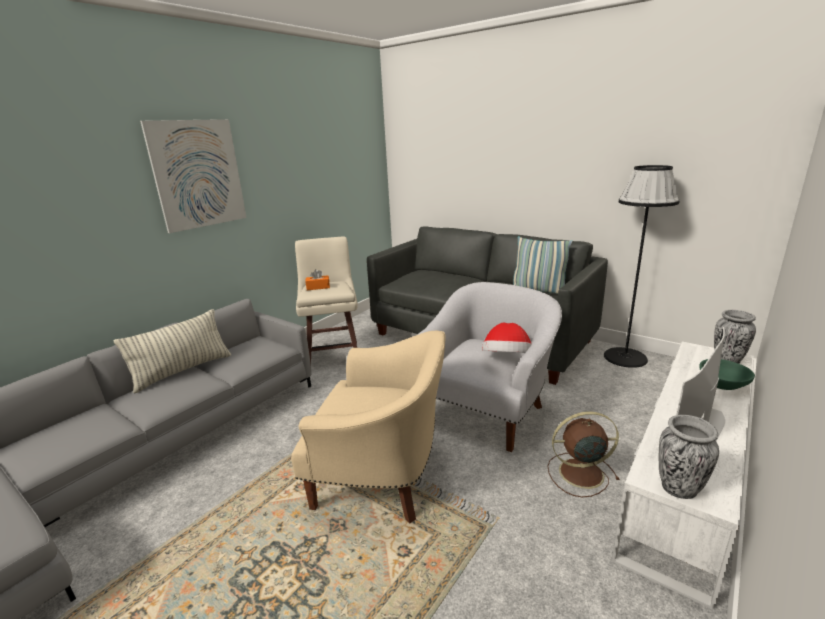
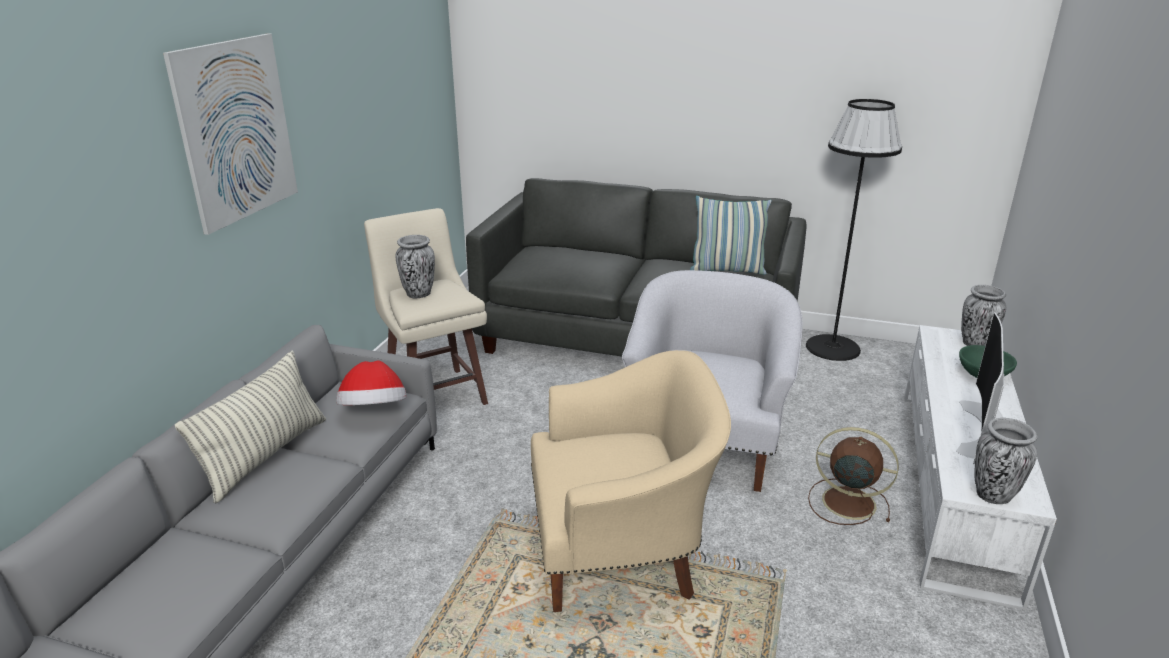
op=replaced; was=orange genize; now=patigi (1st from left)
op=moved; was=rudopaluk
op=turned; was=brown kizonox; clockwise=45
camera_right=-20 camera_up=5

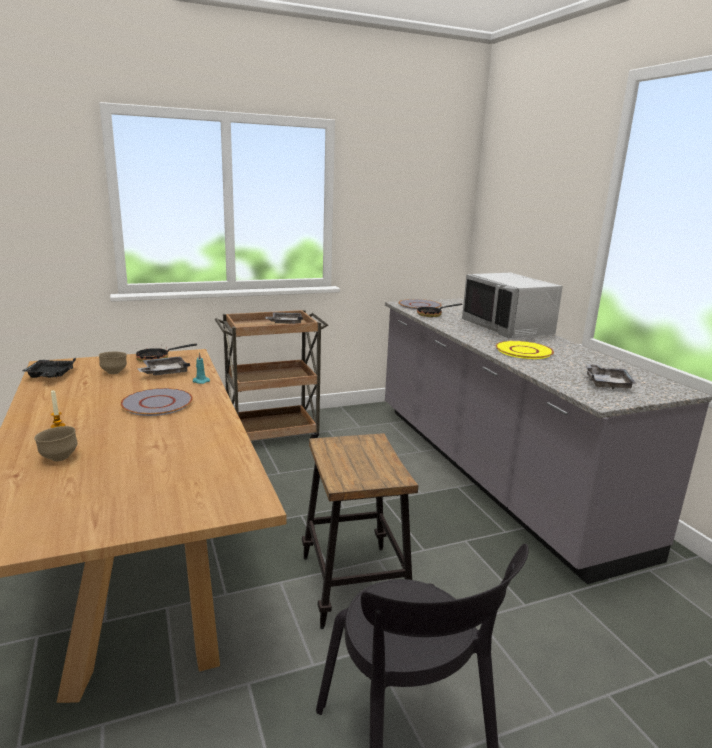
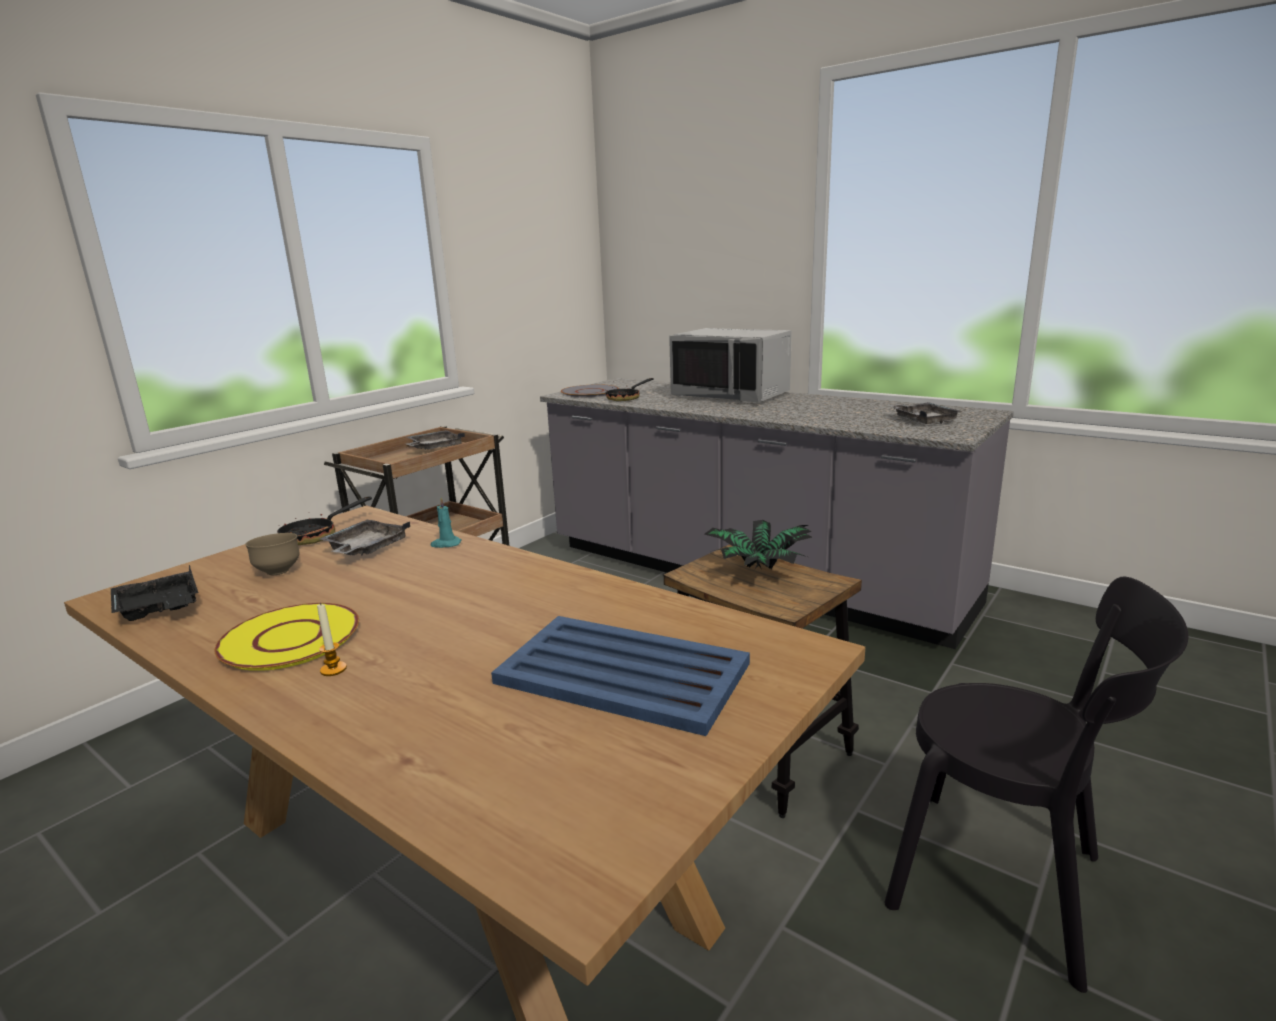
op=moved; was=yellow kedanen
op=removed; was=grey kedanen (1st from left)
op=removed; was=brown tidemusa (1st from left)
op=added; now=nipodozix
op=added; now=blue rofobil
camera_right=-30 camera_up=0

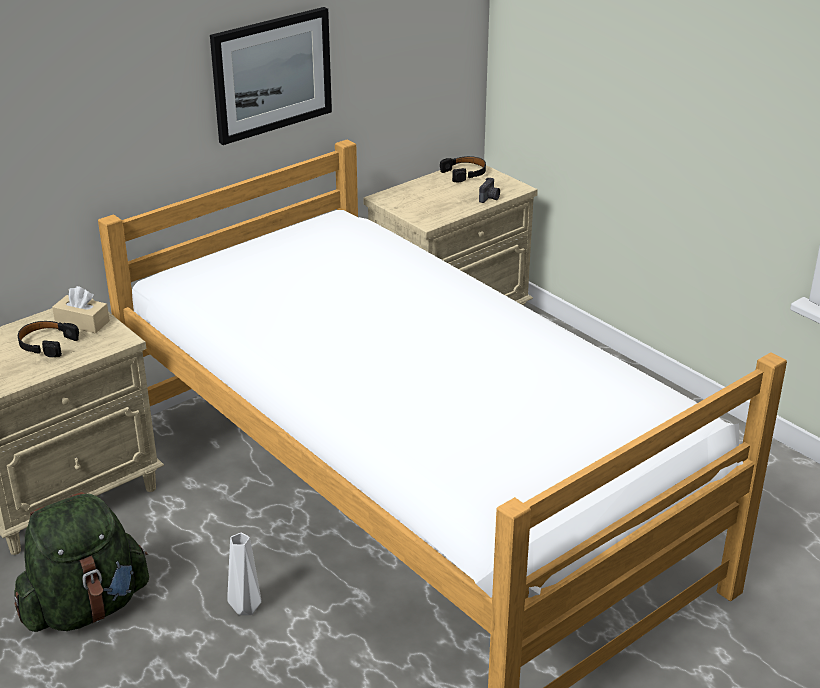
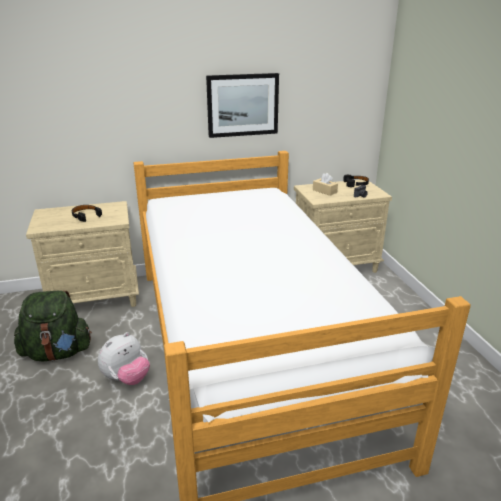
op=moved; was=beige genize
op=replaced; was=white patigi; now=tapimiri
camera_right=25 camera_up=-5

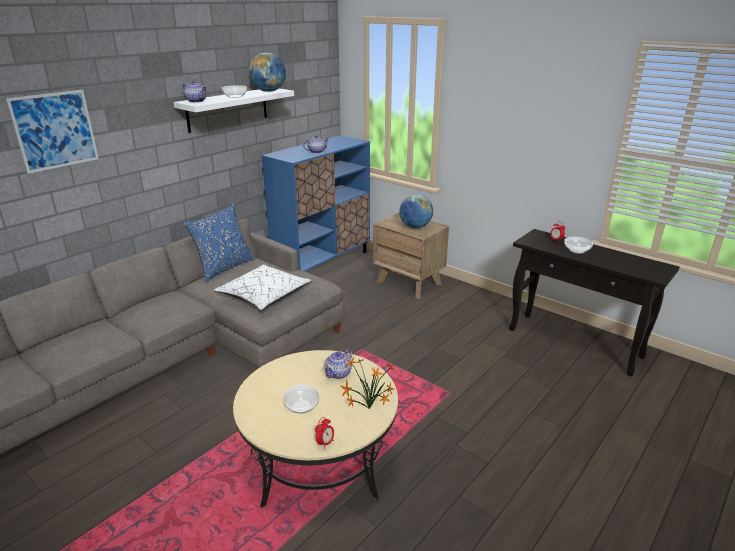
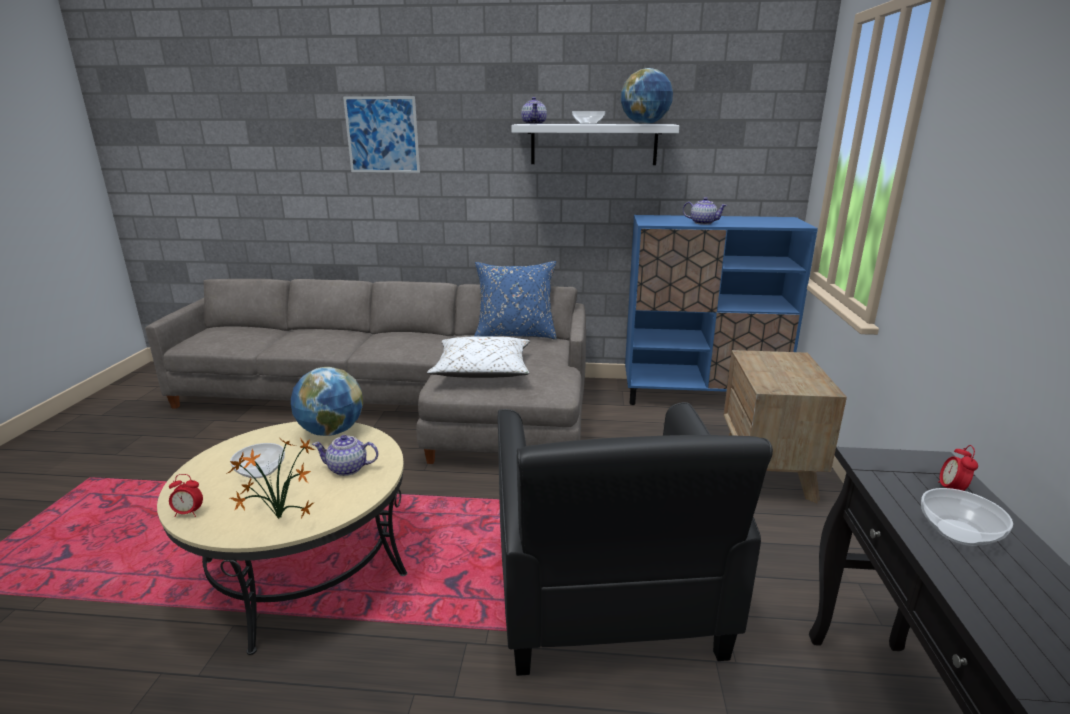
op=moved; was=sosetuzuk (2nd from left in the first image); now=sosetuzuk (1st from left)
op=added; now=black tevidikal
camera_right=55 camera_up=-5

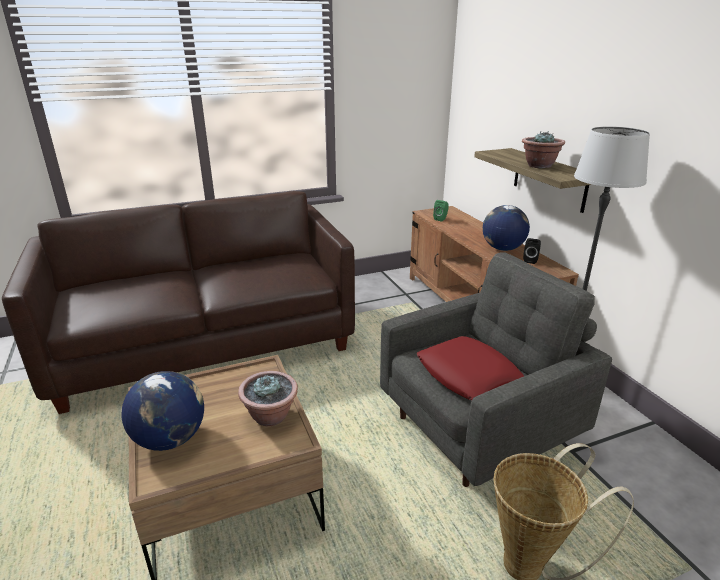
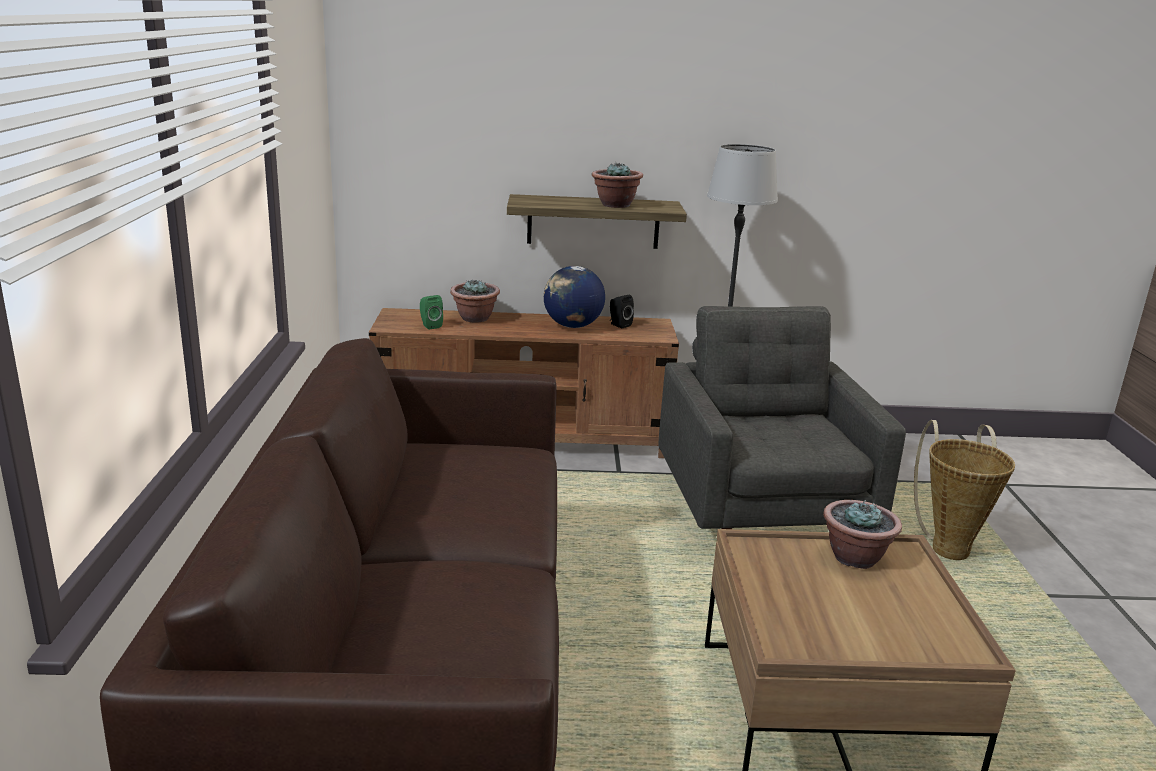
op=removed; was=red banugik
op=removed; was=sosetuzuk (1st from left)
op=added; now=nipodozix (1st from left)
camera_right=-70 camera_up=-5

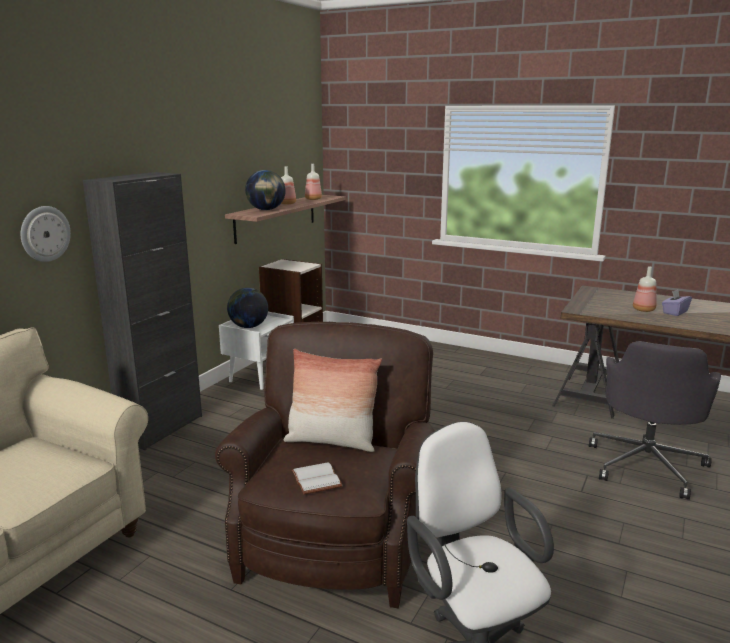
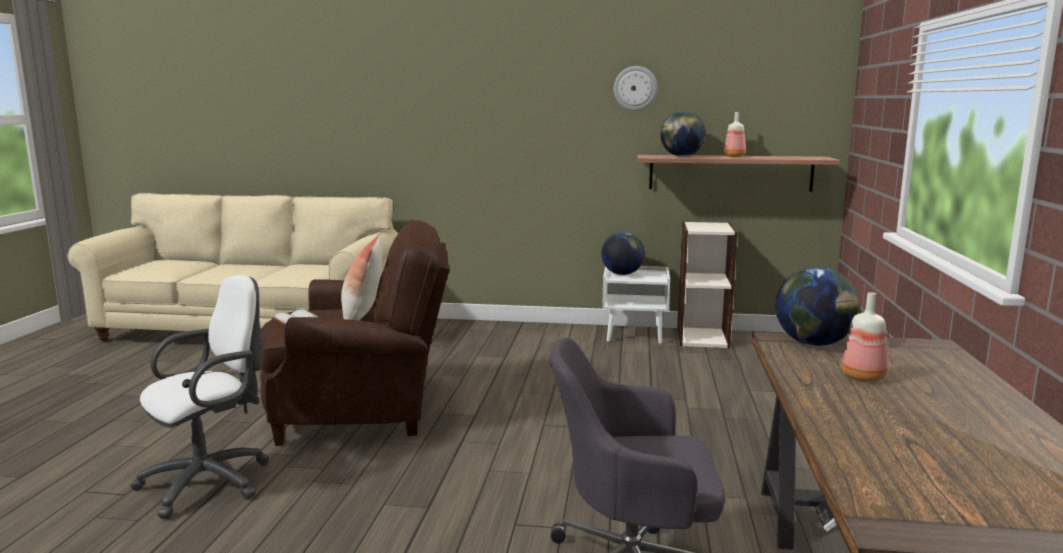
op=removed; was=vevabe (2nd from left)
op=removed; was=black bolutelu
op=moved; was=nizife
op=removed; was=purple genize
op=added; now=sosetuzuk (3rd from left)
camera_right=70 camera_up=-5

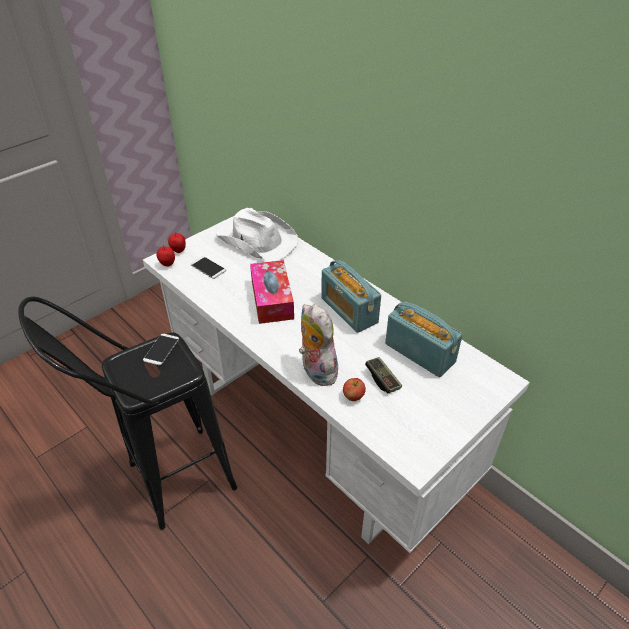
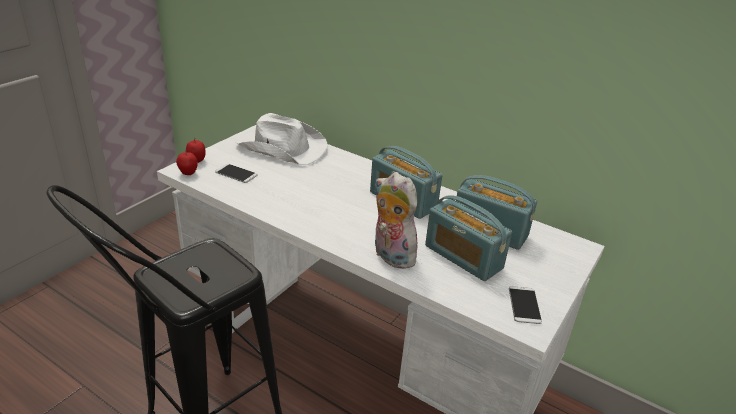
op=removed; was=genize
op=moved; was=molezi (1st from left in the first image); now=molezi (2nd from left)
op=replaced; was=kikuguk; now=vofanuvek (2nd from left)
op=removed; was=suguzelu (3rd from left)
camera_right=-15 camera_up=-10

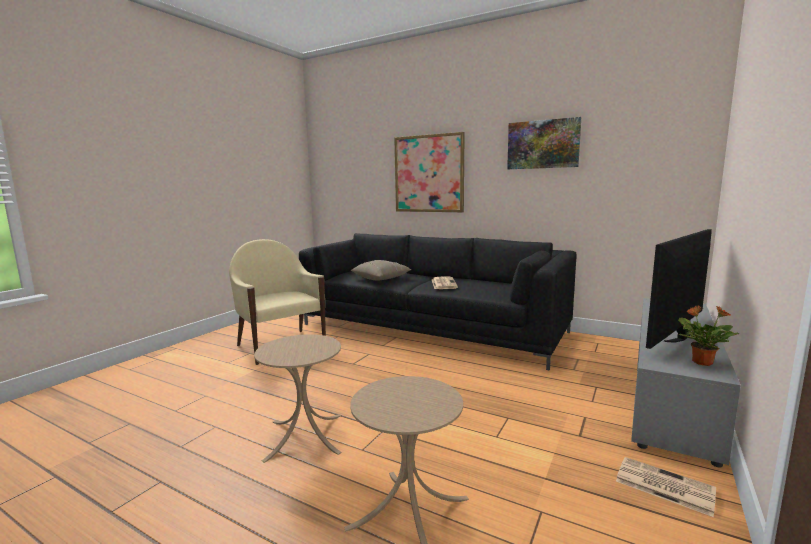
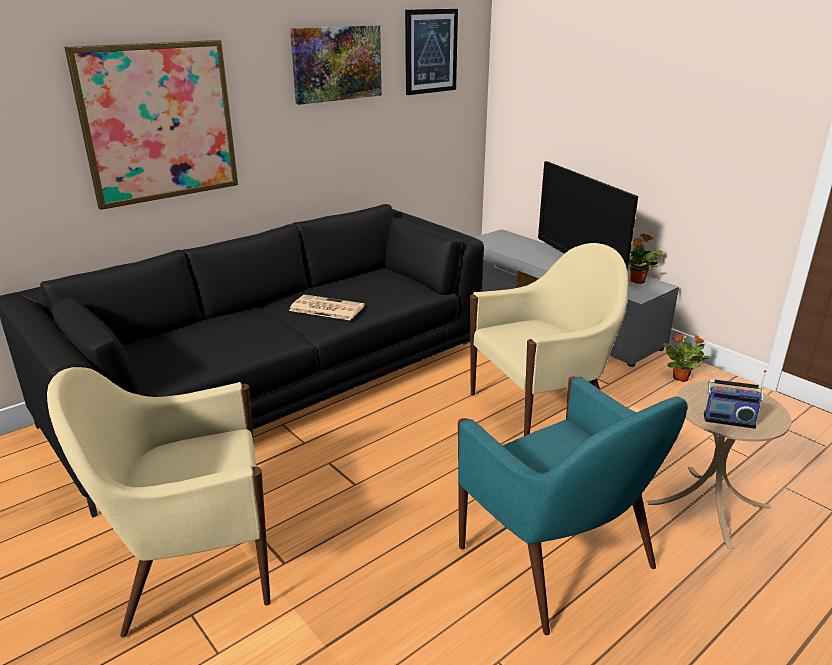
op=removed; was=beige banugik
op=replaced; was=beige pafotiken (1st from left); now=turquoise tevidikal
op=replaced; was=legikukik (2nd from left); now=nipodozix (2nd from left)
op=added; now=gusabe (3rd from left)
op=added; now=beige tevidikal (2nd from left)
op=added; now=vofanuvek
camera_right=-70 camera_up=15

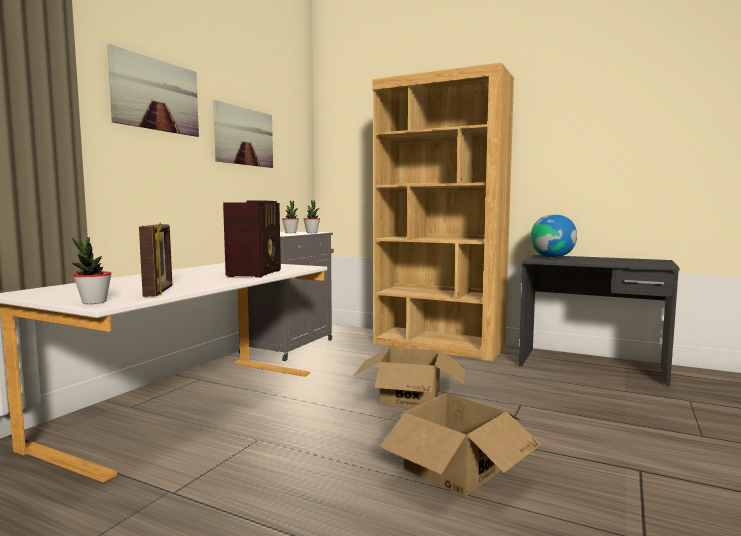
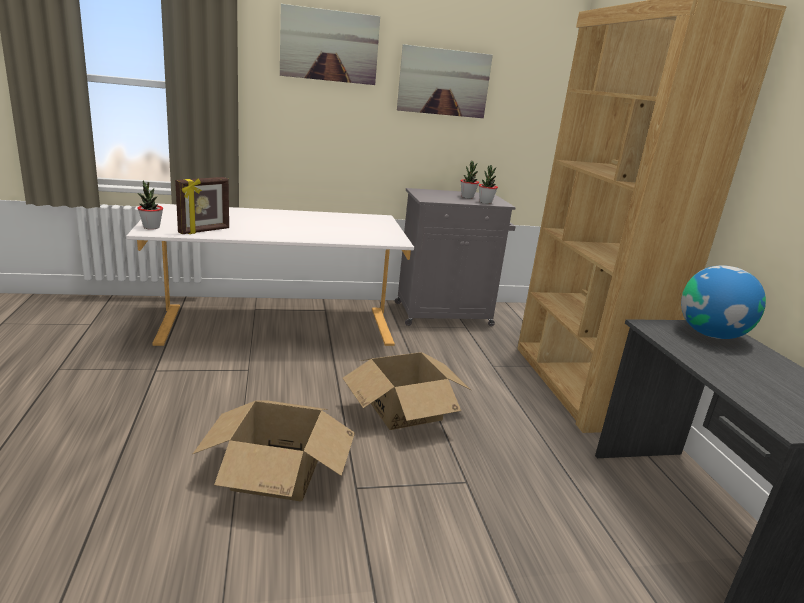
op=removed; was=vofanuvek
camera_right=50 camera_up=15

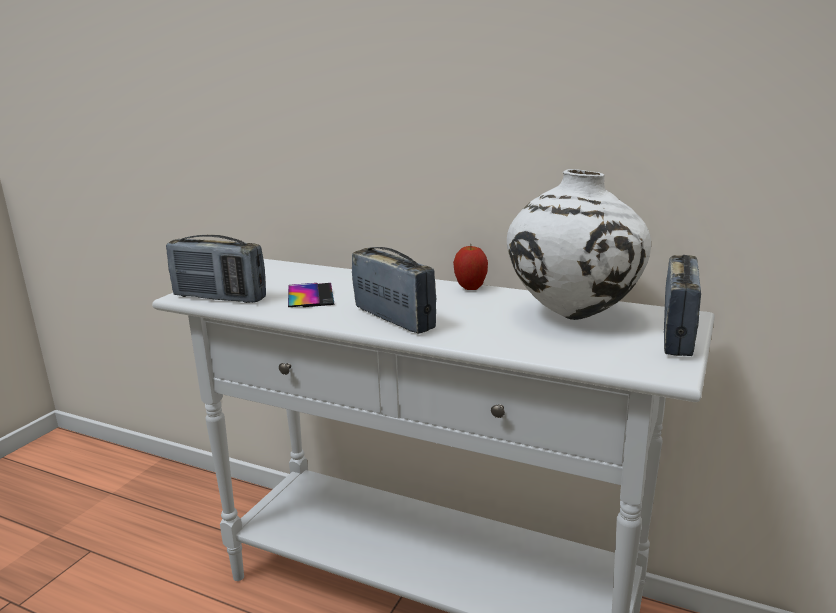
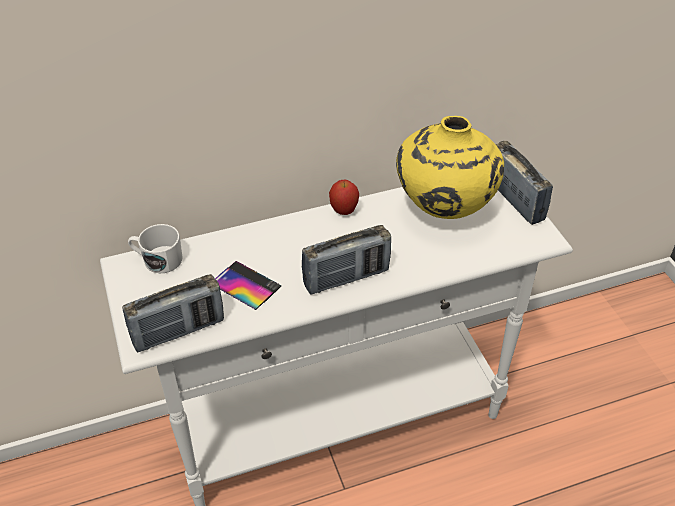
op=recoloured; was=white patigi; now=yellow patigi
op=turned; was=vofanuvek (2nd from left); clockwise=150
op=added; now=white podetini
camera_right=-45 camera_up=25

